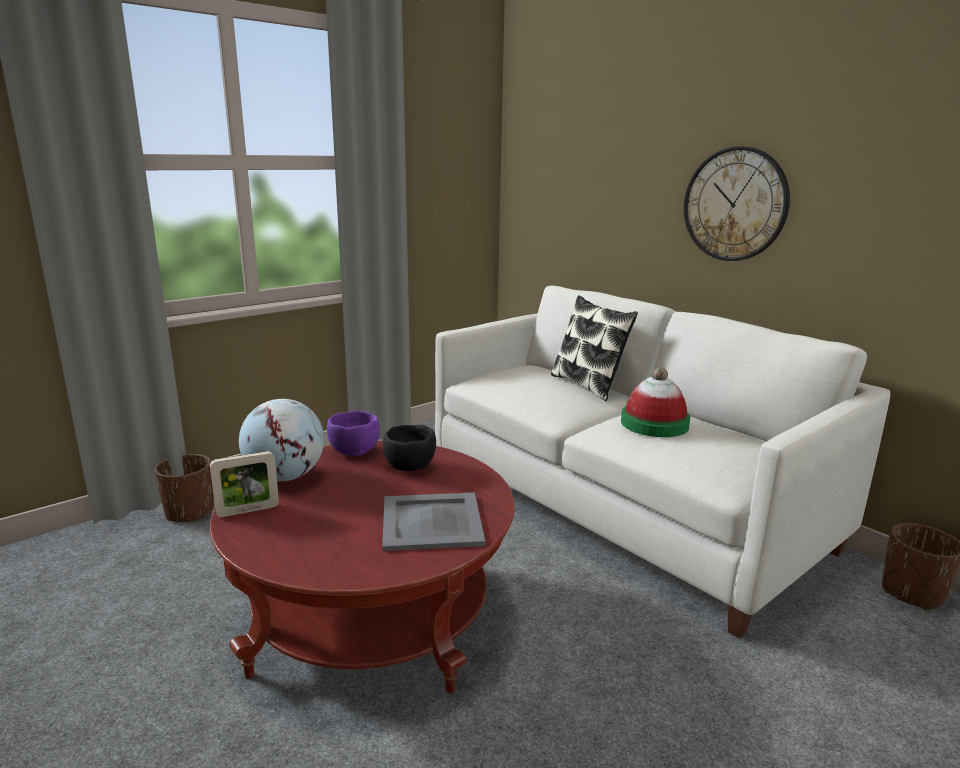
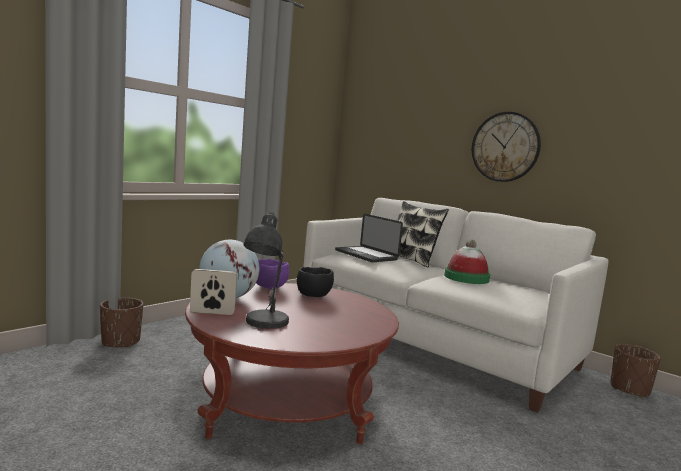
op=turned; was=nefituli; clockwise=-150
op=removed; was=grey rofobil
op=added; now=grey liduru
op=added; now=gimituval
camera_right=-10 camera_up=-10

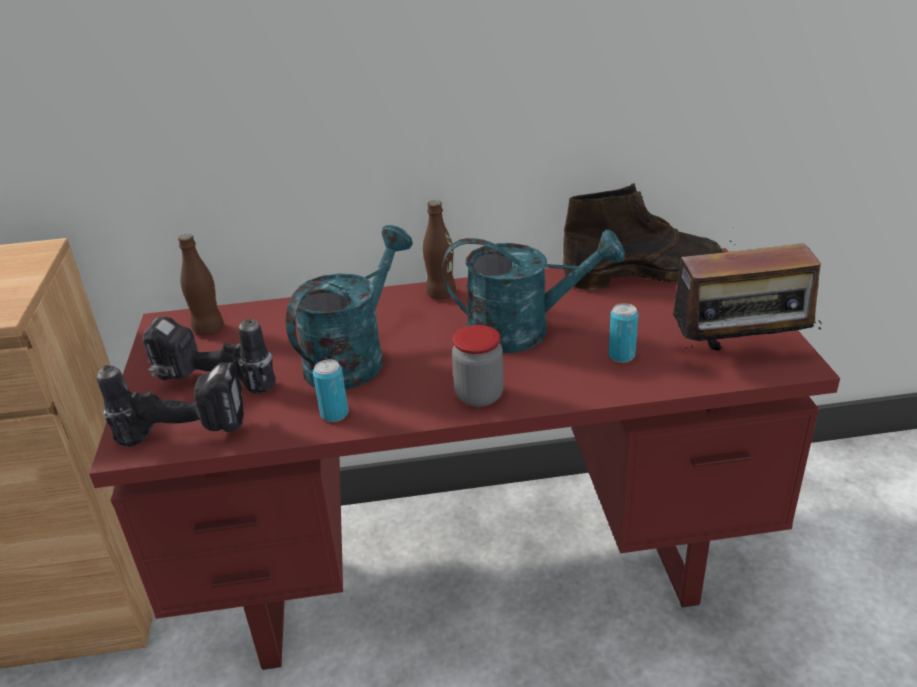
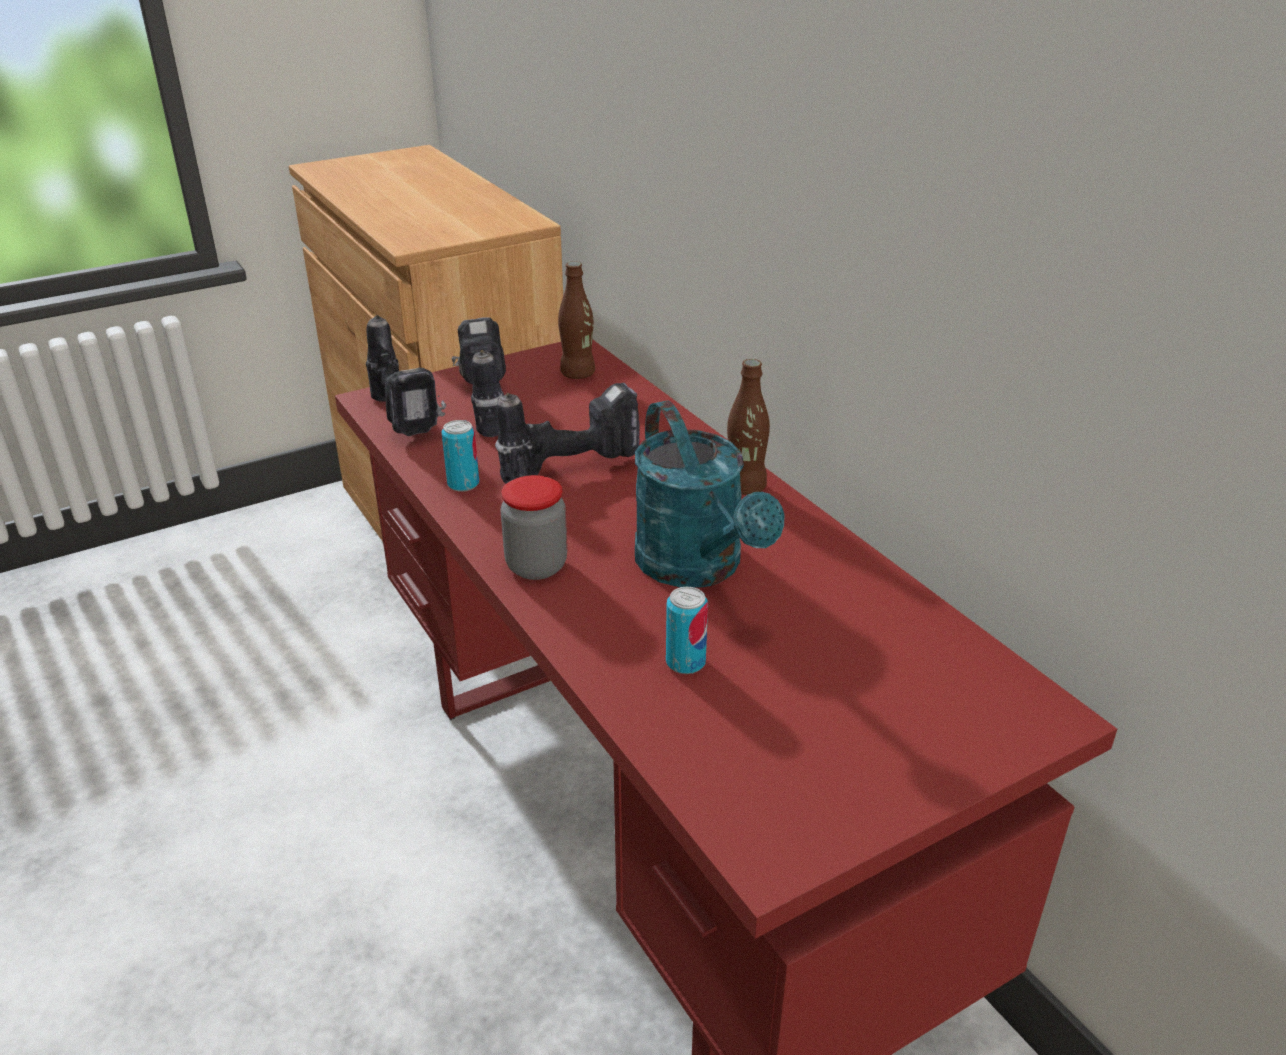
op=removed; was=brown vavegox
op=replaced; was=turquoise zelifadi (1st from left); now=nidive (3rd from left)
op=removed; was=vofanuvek
camera_right=65 camera_up=0

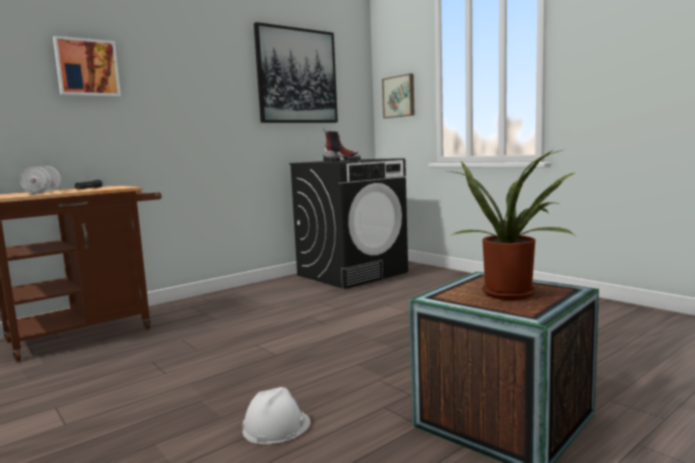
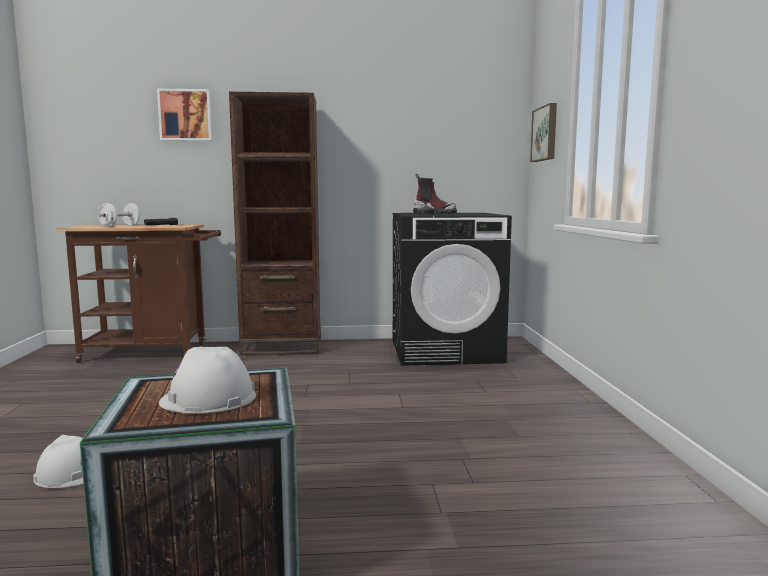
op=removed; was=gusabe (2nd from left)
op=replaced; was=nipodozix; now=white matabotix (2nd from left)
op=added; now=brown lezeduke
camera_right=35 camera_up=0

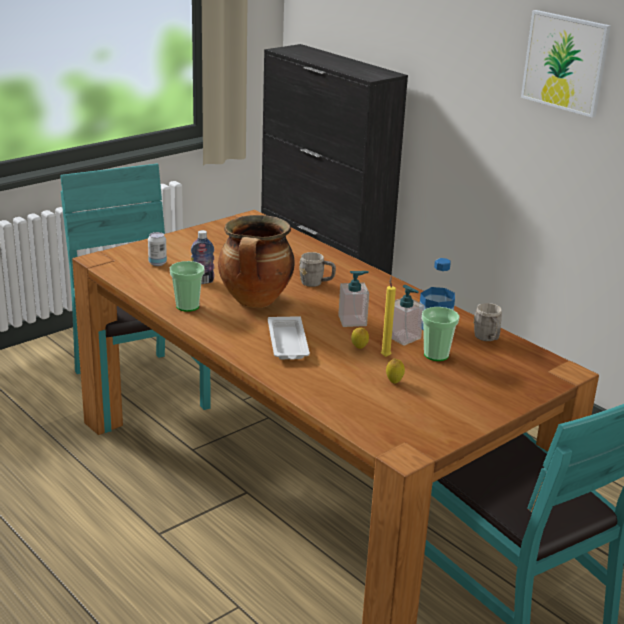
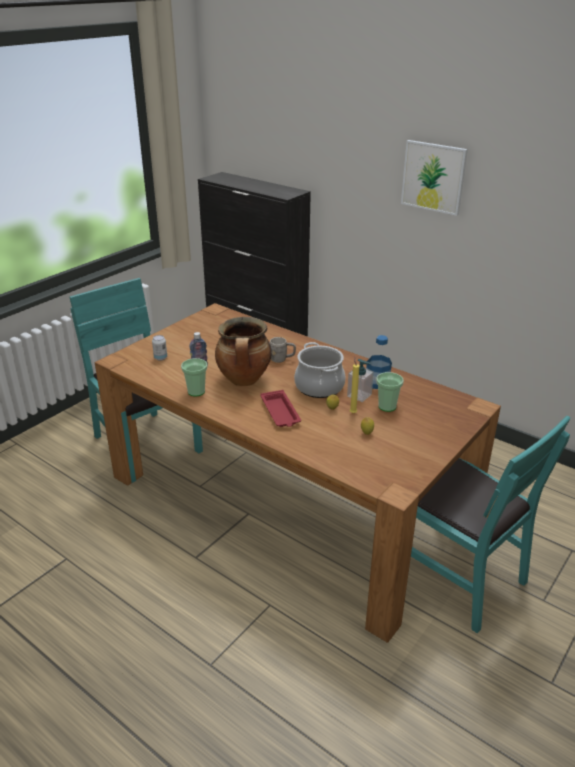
op=replaced; was=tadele (1st from left); now=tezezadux (2nd from left)
op=removed; was=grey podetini (2nd from left)
op=recoloured; was=white rofobil; now=red rofobil
camera_right=-10 camera_up=5

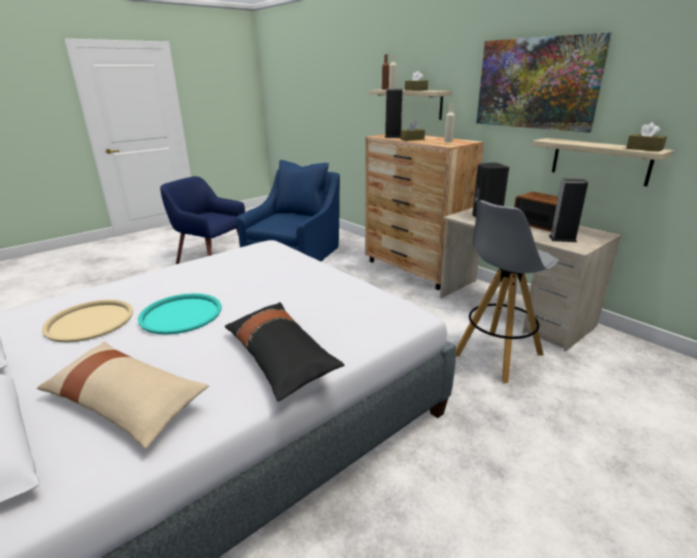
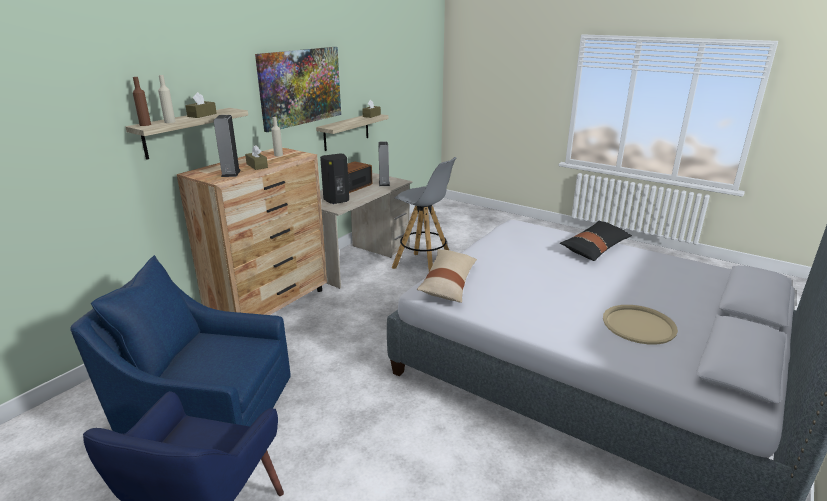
op=removed; was=turquoise rofobil
op=moved; was=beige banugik
camera_right=-105 camera_up=0

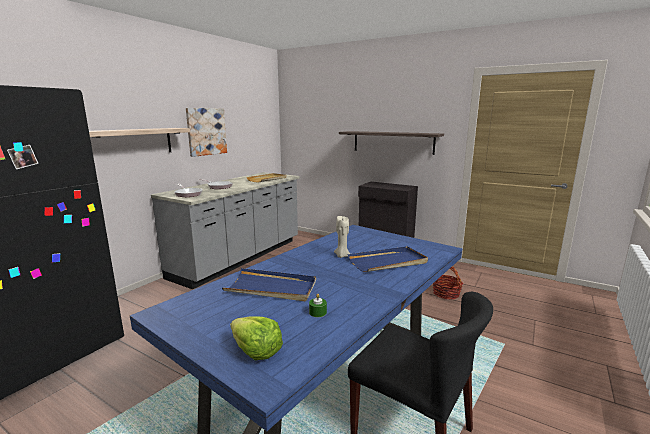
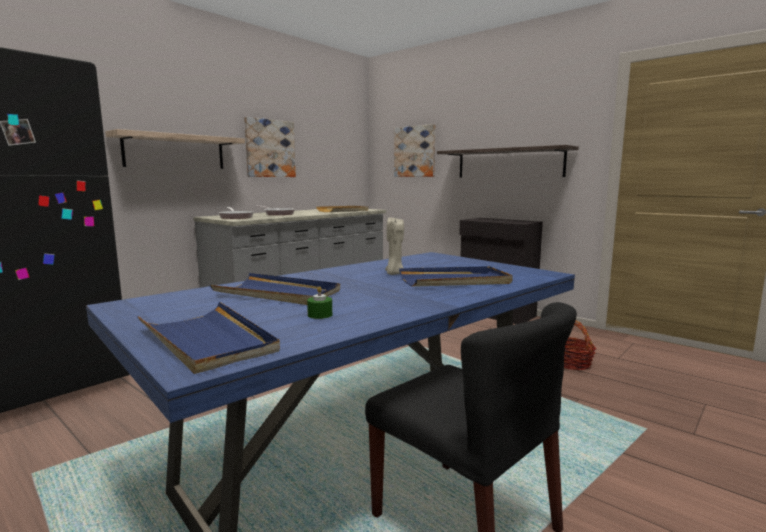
op=replaced; was=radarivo; now=blue rofobil (1st from left)
op=added; now=gusabe (2nd from left)
camera_right=10 camera_up=-5

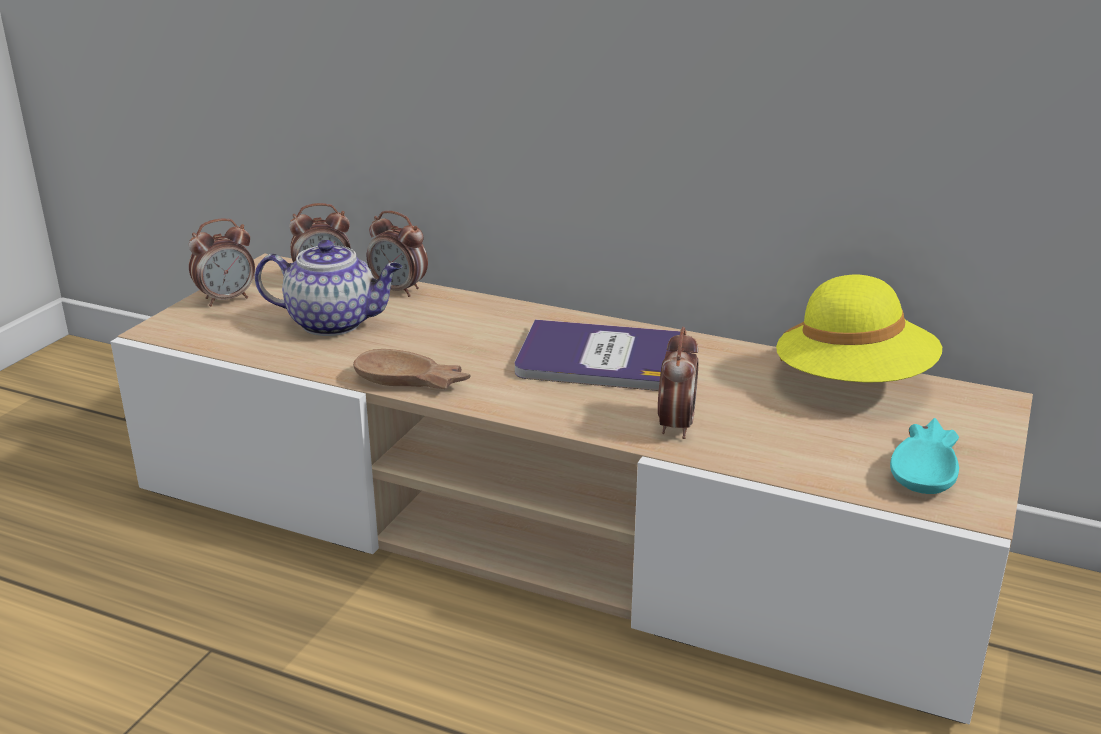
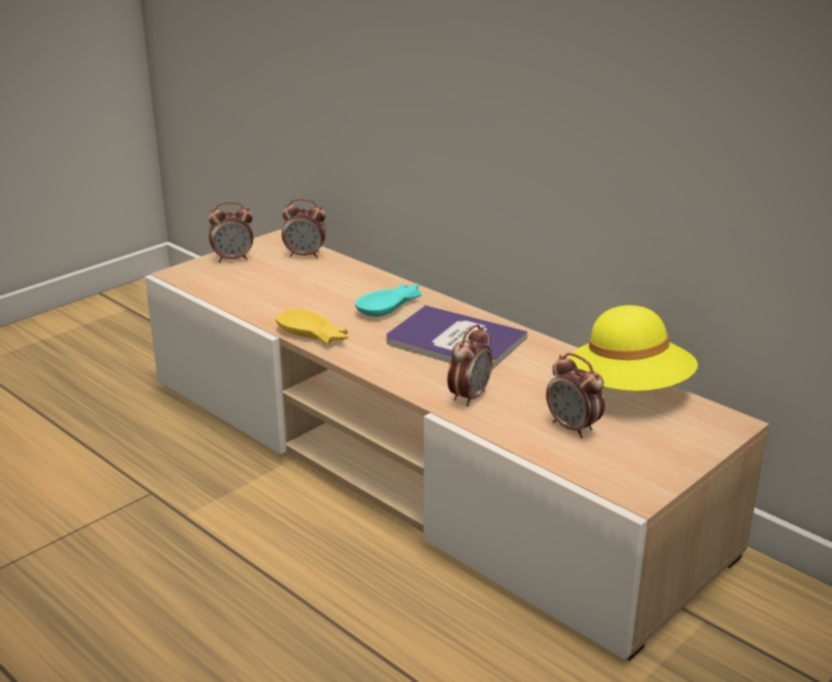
op=moved; was=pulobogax (3rd from left in the first image); now=pulobogax (4th from left)
op=removed; was=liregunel
op=recoloured; was=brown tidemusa; now=yellow tidemusa
op=moved; was=turquoise tidemusa
camera_right=20 camera_up=0

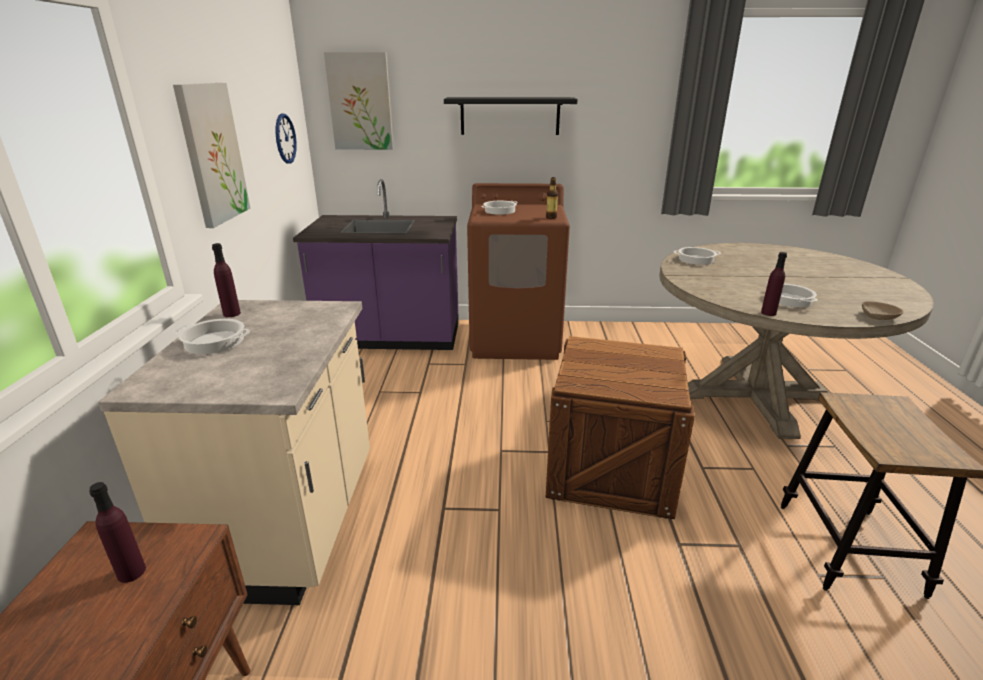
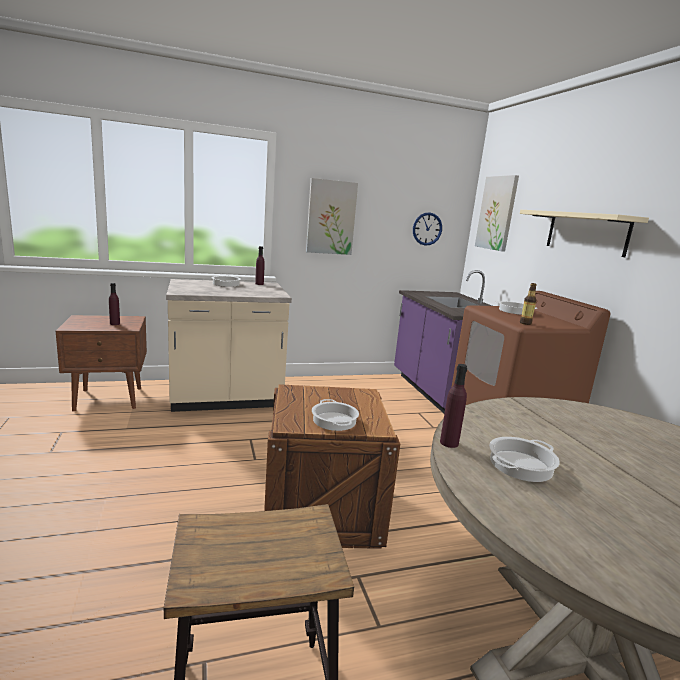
op=recoloured; was=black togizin; now=beige togizin
op=moved; was=tezezadux (3rd from left in the first image); now=tezezadux (2nd from left)
op=removed; was=beige tidemusa
camera_right=70 camera_up=-10

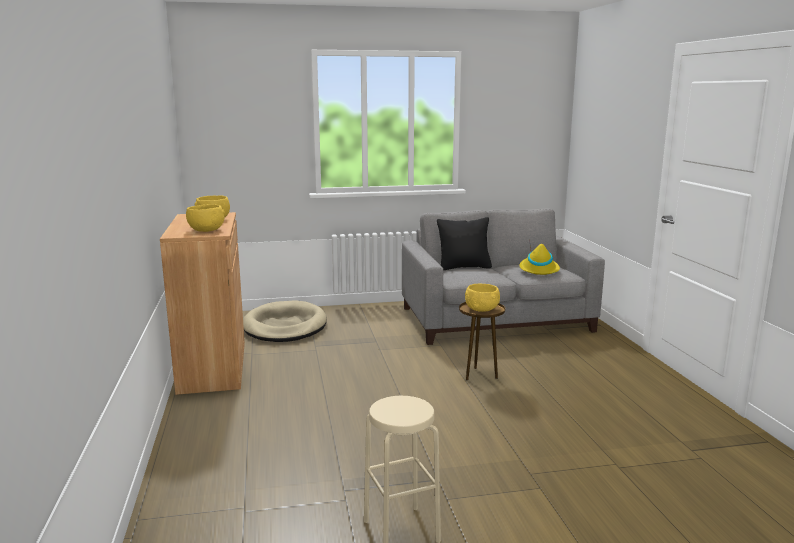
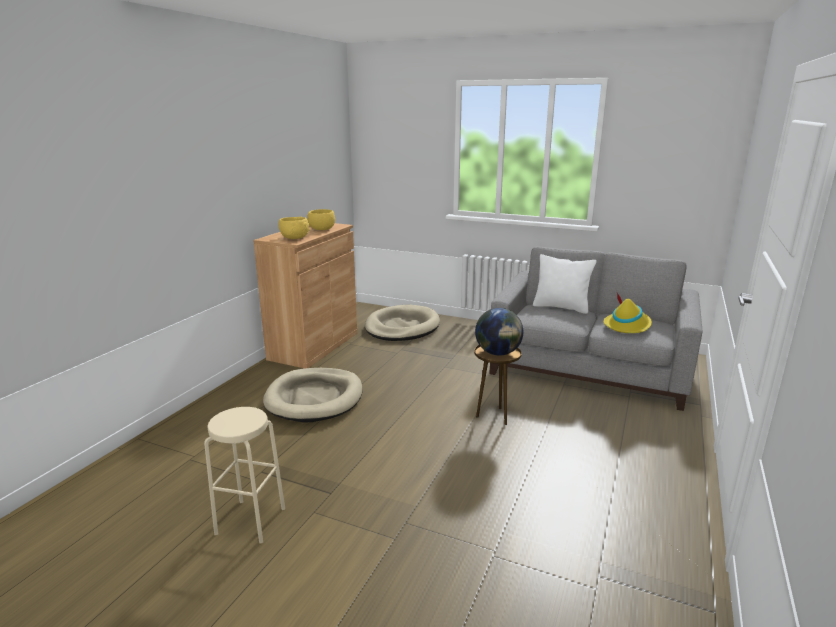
op=recoloured; was=black banugik; now=white banugik
op=replaced; was=yellow tidemusa (3rd from left); now=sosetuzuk
op=added; now=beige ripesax (1st from left)
camera_right=35 camera_up=5

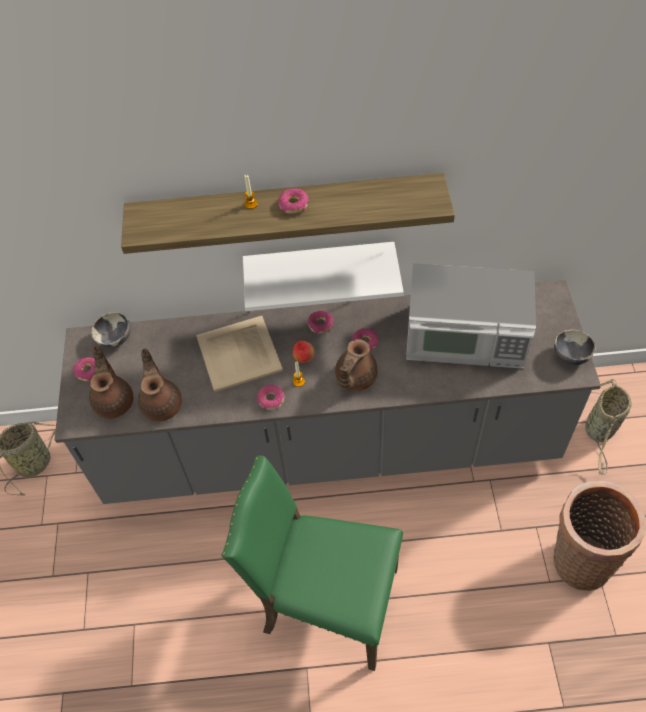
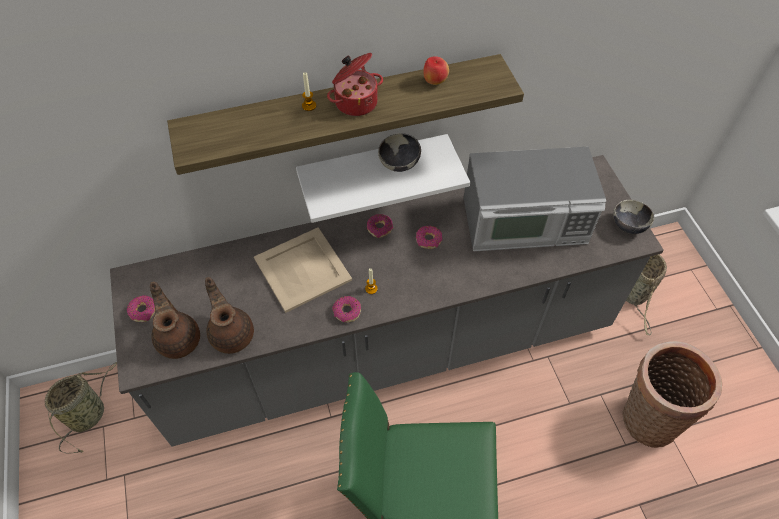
op=replaced; was=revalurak (3rd from left); now=tezezadux
op=moved; was=tidemusa (1st from left)
op=removed; was=brown liregunel (3rd from left)
op=moved; was=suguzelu
camera_right=-15 camera_up=0

